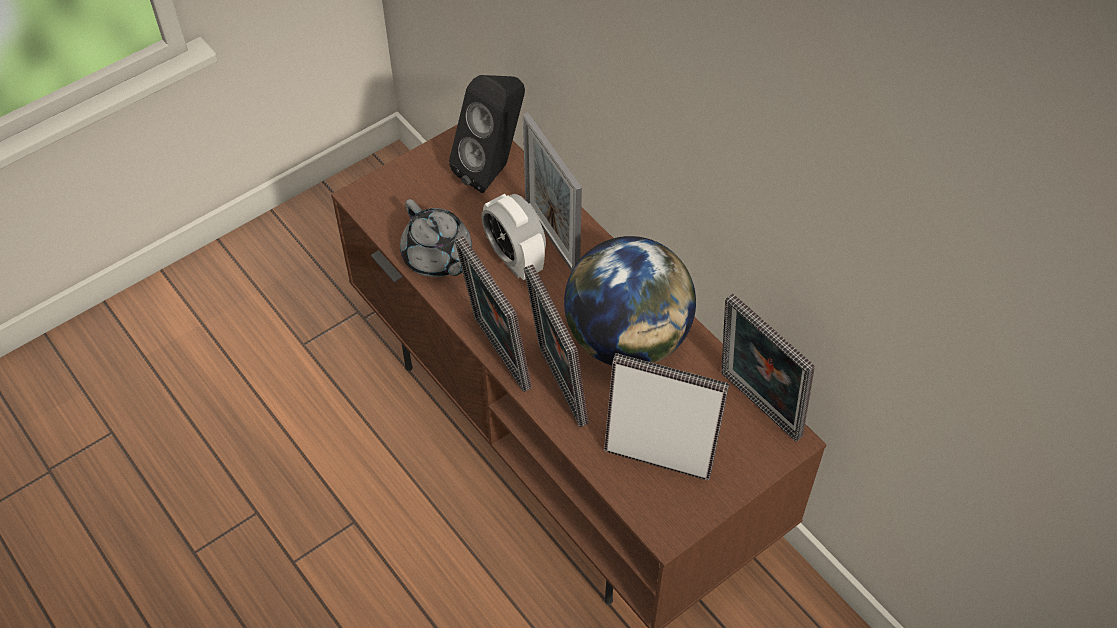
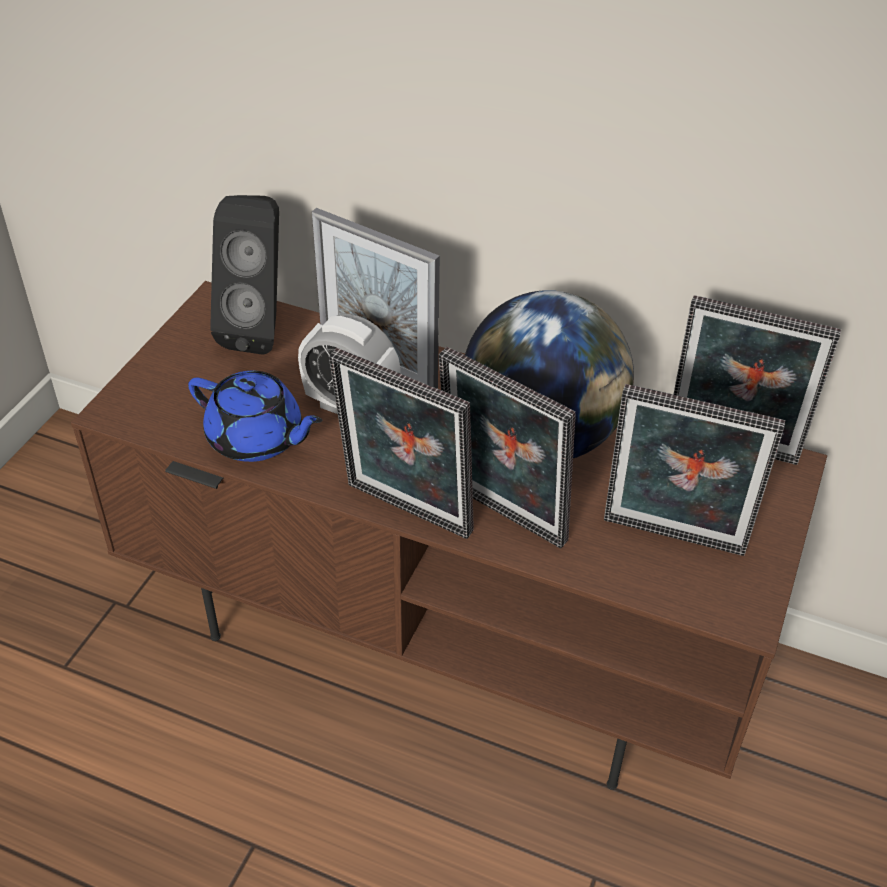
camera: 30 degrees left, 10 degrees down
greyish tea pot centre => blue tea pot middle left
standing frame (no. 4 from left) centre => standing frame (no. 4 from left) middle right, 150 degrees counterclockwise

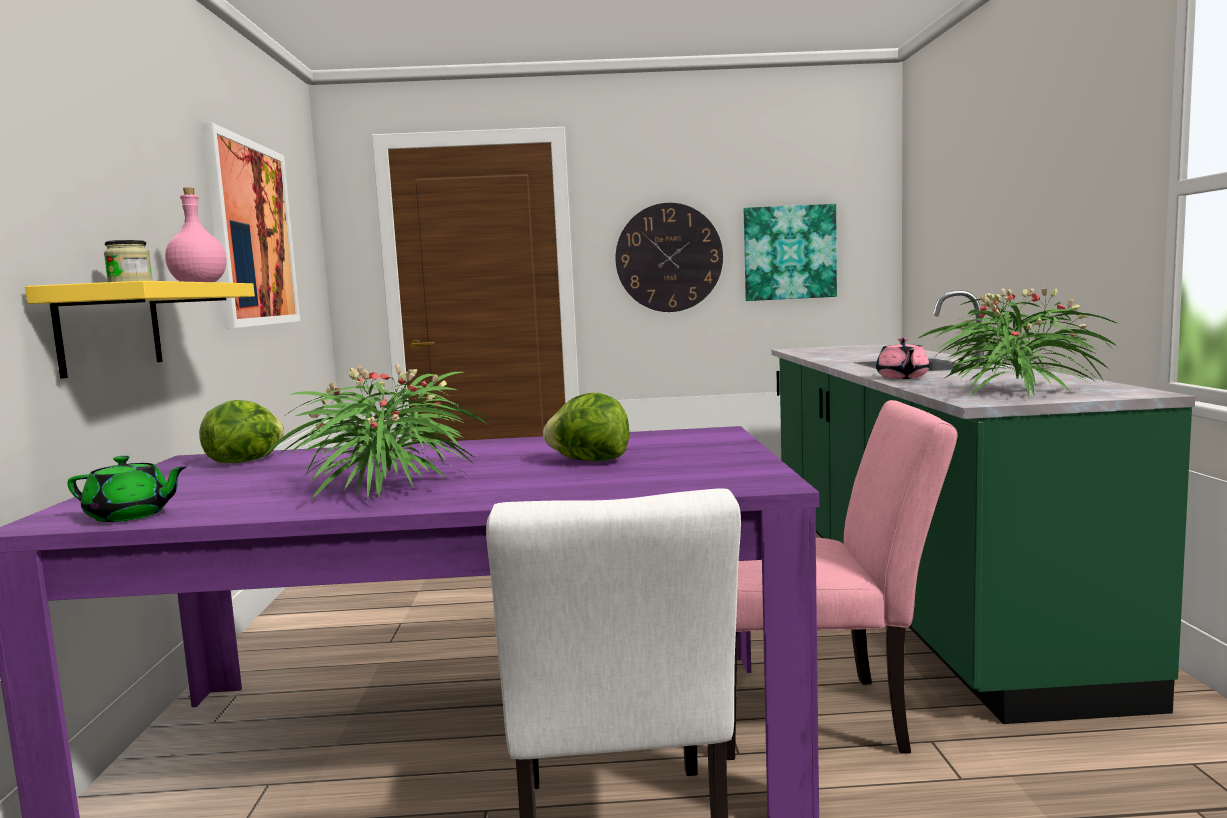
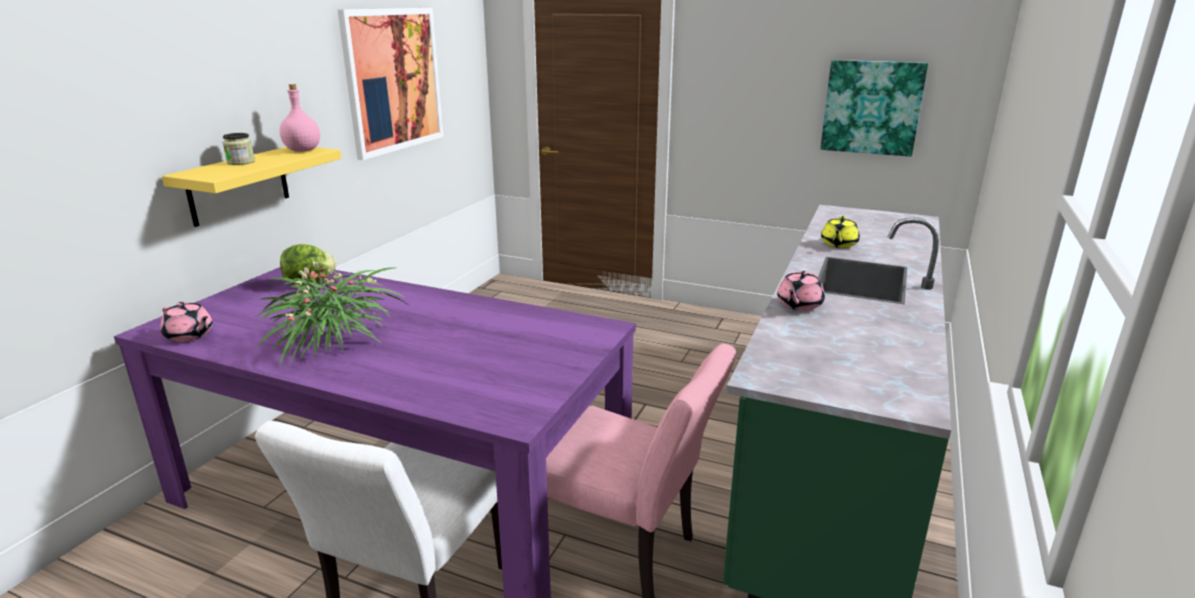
camera: 25 degrees right, 15 degrees up
hanging clock top centre => nothing
potted plant (no. 2 from left) middle right => nothing
lettuce head (no. 2 from left) centre => nothing
green tea pot middle left => pinkish tea pot (no. 1 from left) middle left
nothing => yellow tea pot middle right

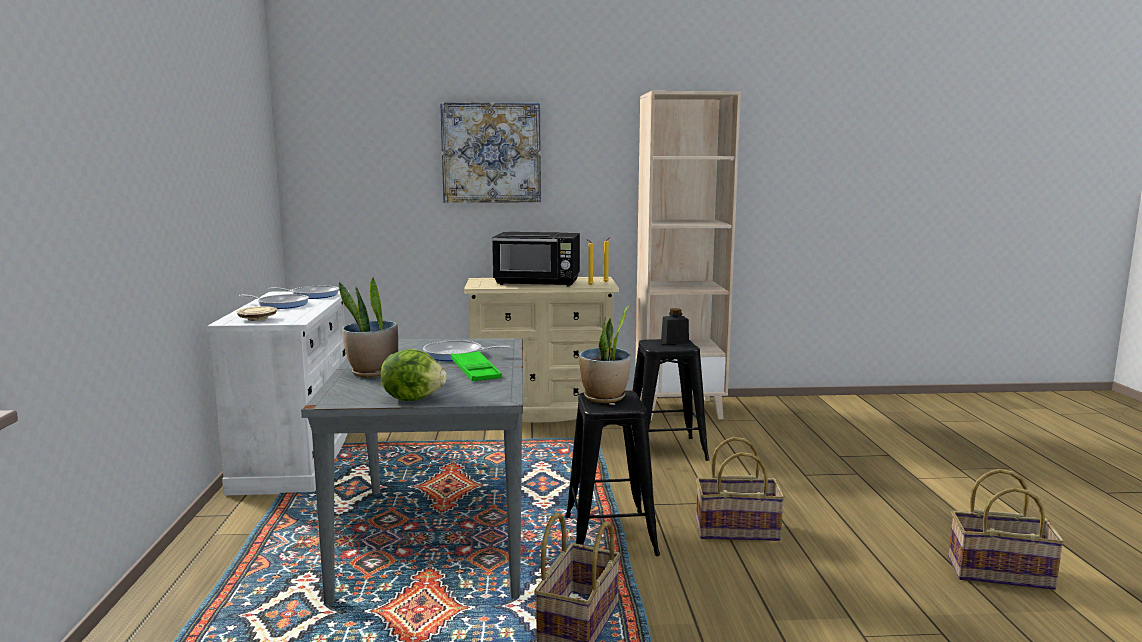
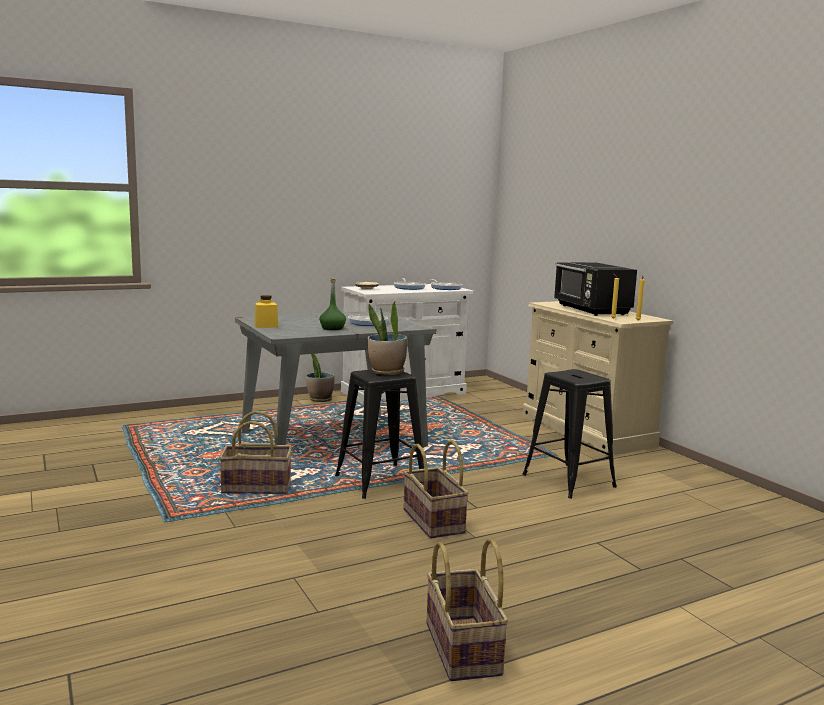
camera: 65 degrees right, 0 degrees up
beige bookcase centre => nothing
wall picture top centre => nothing
potted plant (no. 1 from left) middle left => potted plant (no. 1 from left) centre, shifted
blackish preserve jar centre => nothing
lettuce head centre => yellow preserve jar middle left
green tray centre => green beverage bottle centre

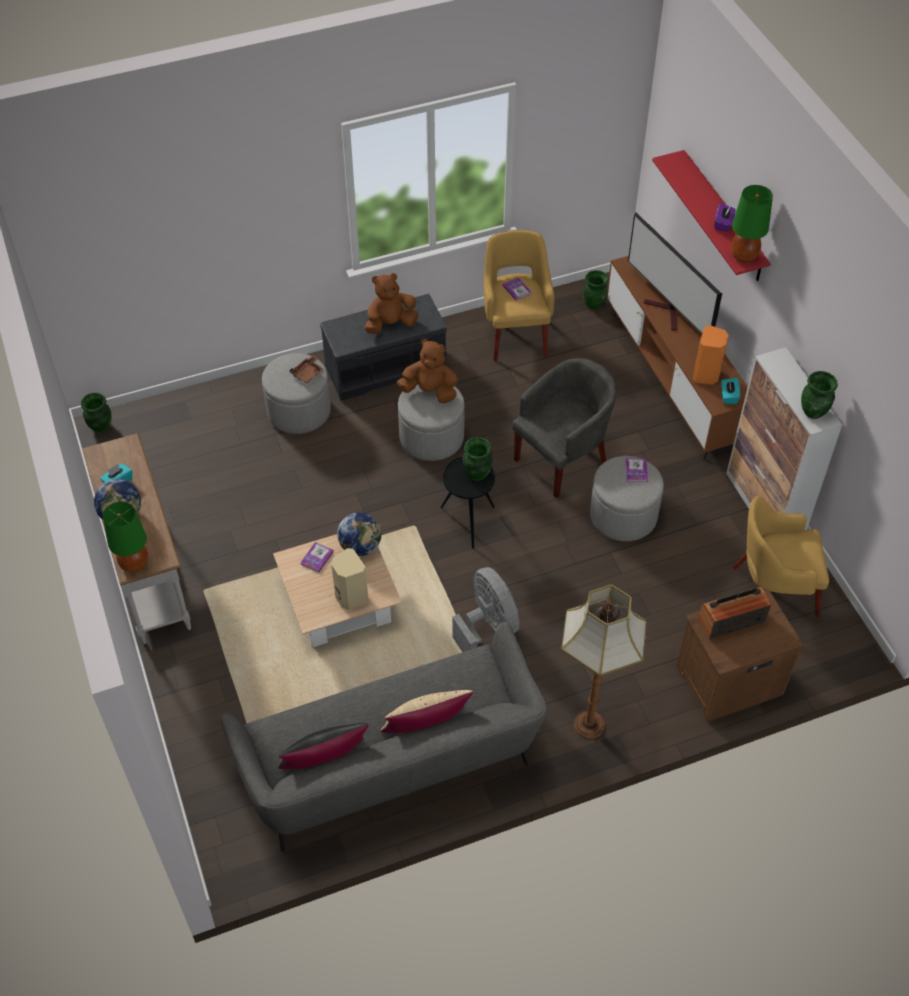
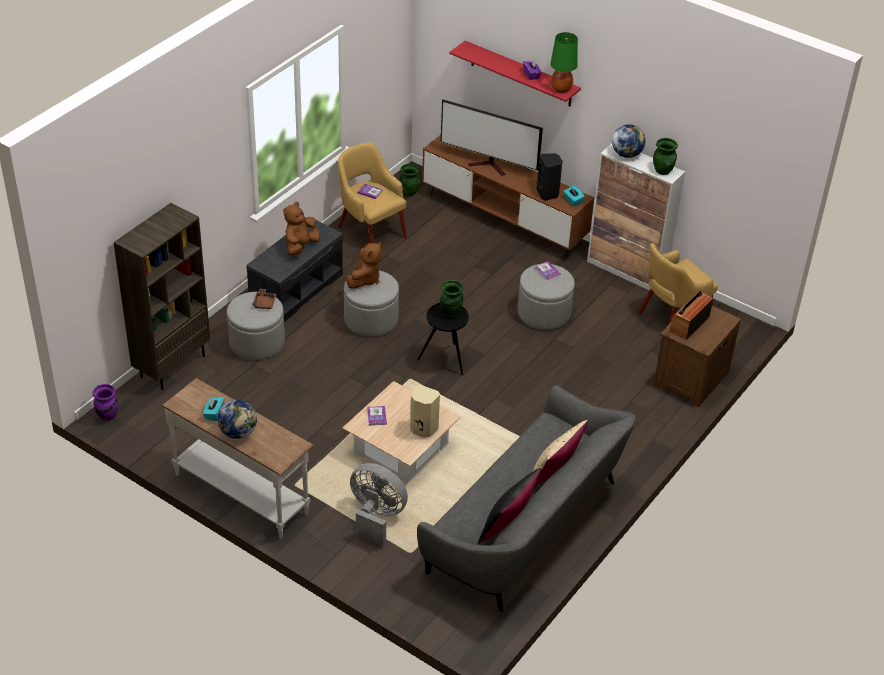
camera: 35 degrees left, 10 degrees down
orange loudspeaker middle right => blackish loudspeaker top centre
brown plush toy (no. 2 from left) centre, 135 degrees clockwise
greyish lounge chair centre => nothing
green decorative vase (no. 1 from left) middle left => purplish decorative vase middle left
green table lamp (no. 1 from left) middle left => nothing
globe (no. 2 from left) centre => globe (no. 2 from left) top right, shifted
greyish electric fan centre => greyish electric fan bottom centre, shifted
floor lamp centre => nothing
nothing => brown bookcase middle left

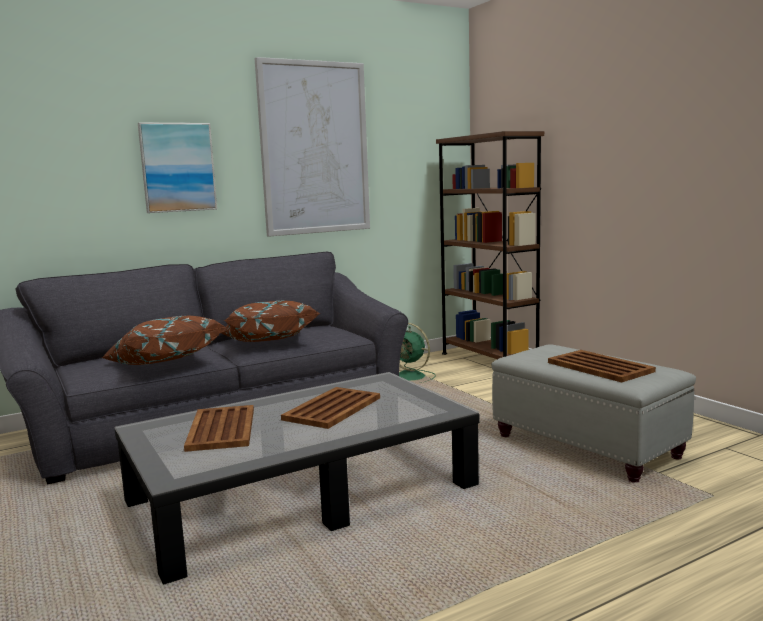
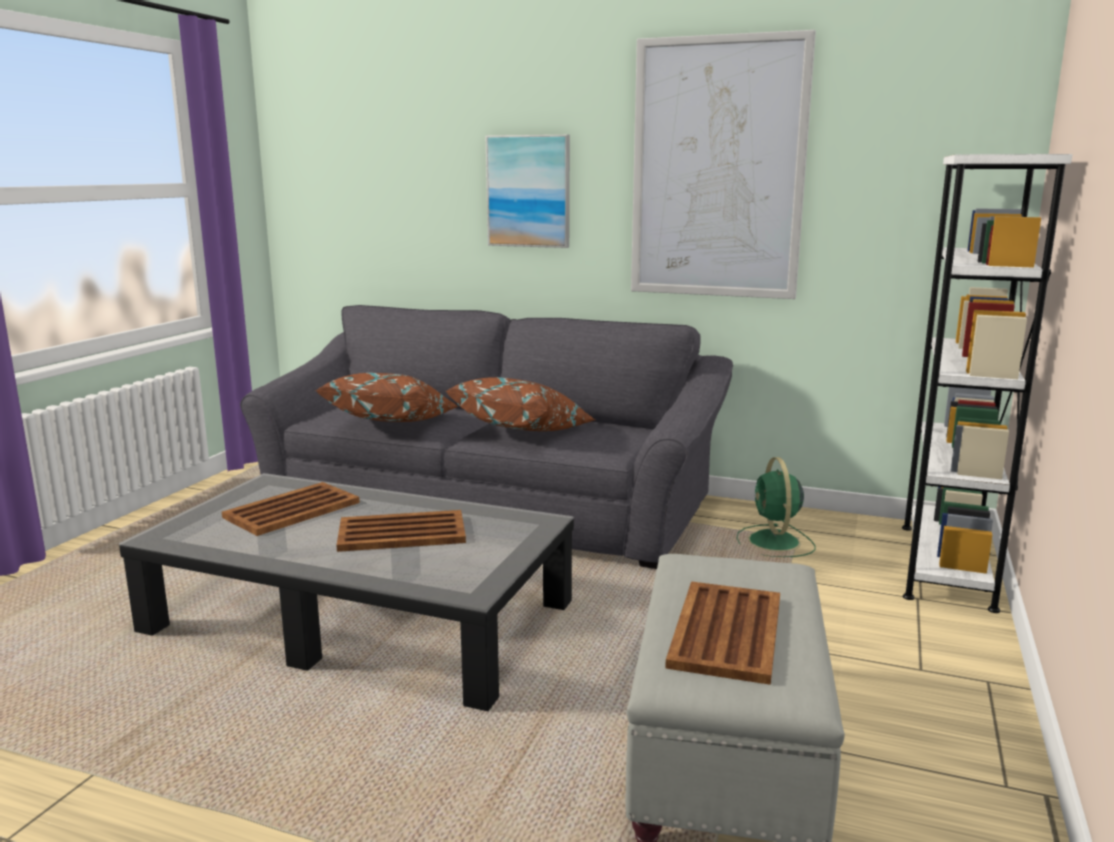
camera: 50 degrees right, 5 degrees up
brown bookcase centre => white bookcase middle right

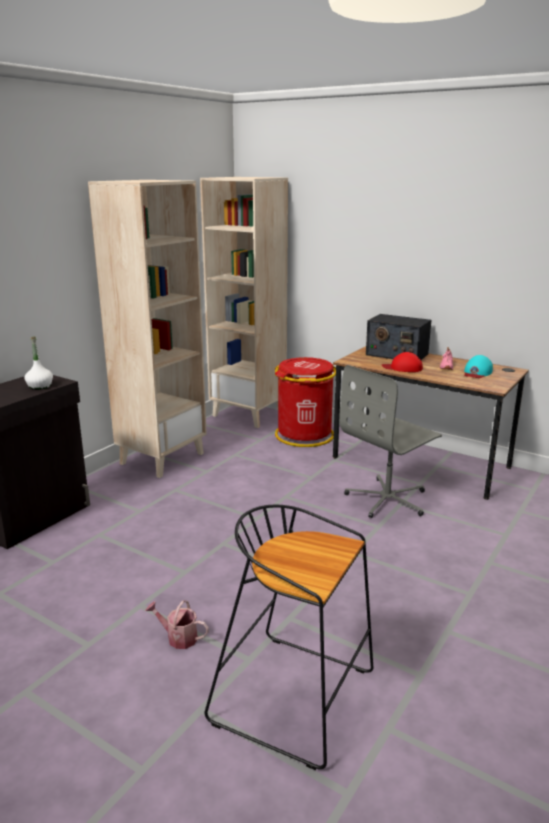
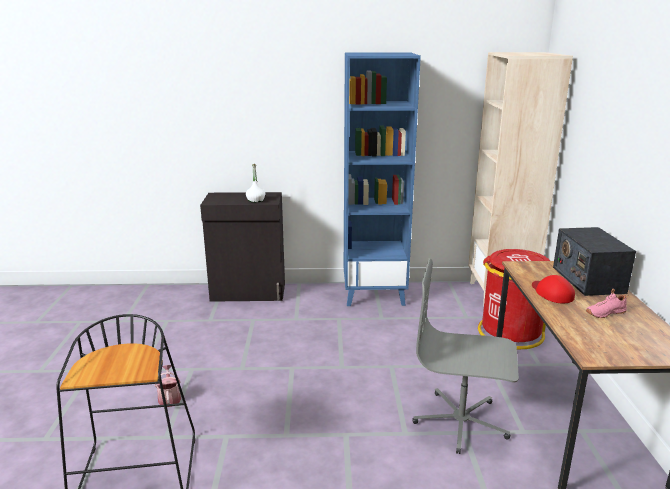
camera: 55 degrees right, 0 degrees up
beige bookcase (no. 1 from left) middle left => blue bookcase centre
turquoise-coloured baseball cap middle right => nothing

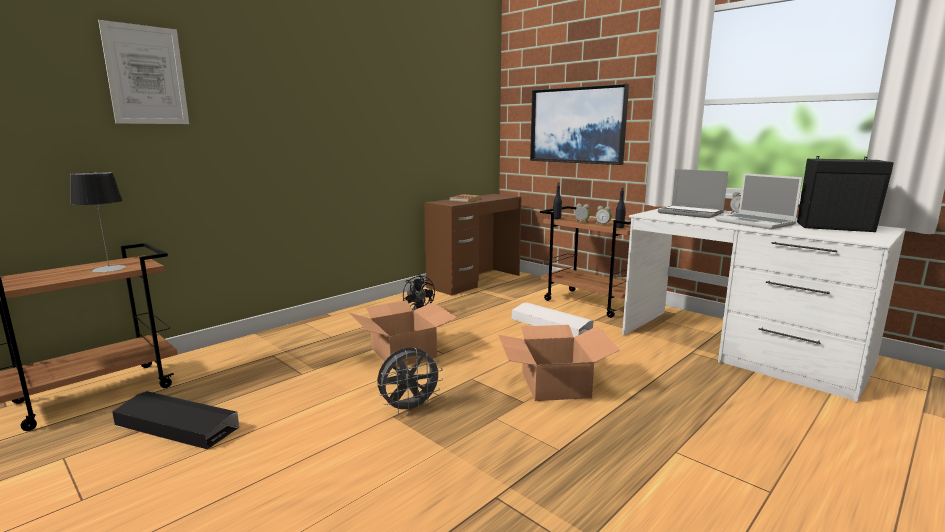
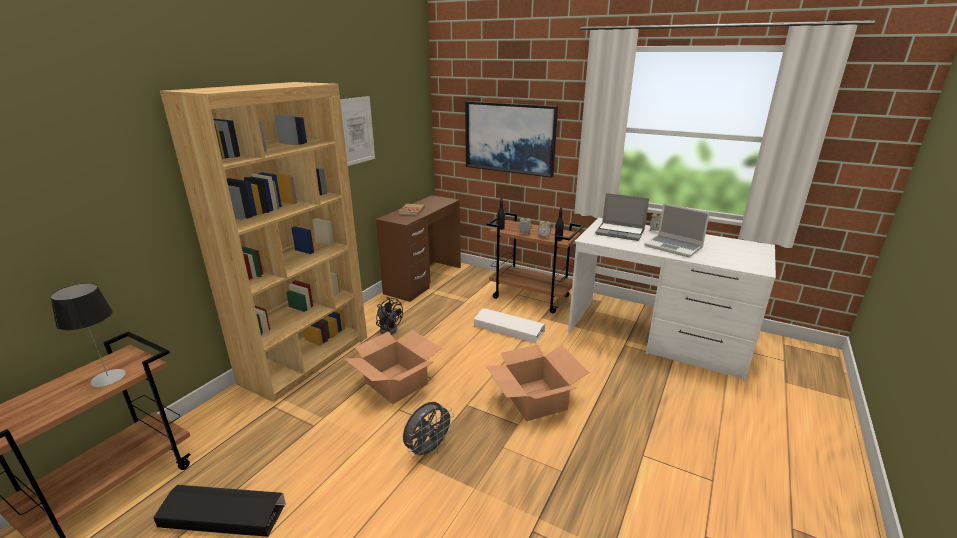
camera: 15 degrees left, 10 degrees up
wall picture (no. 1 from left) top left => wall picture (no. 1 from left) top centre, shifted
blackish loudspeaker middle right => nothing
nothing => brown bookcase middle left

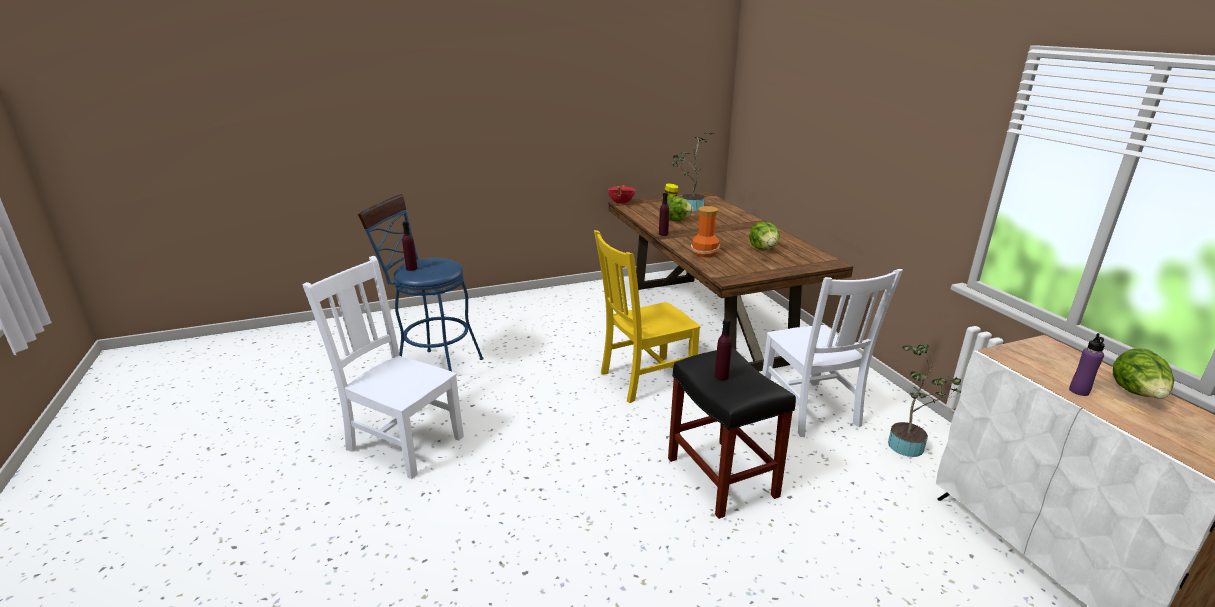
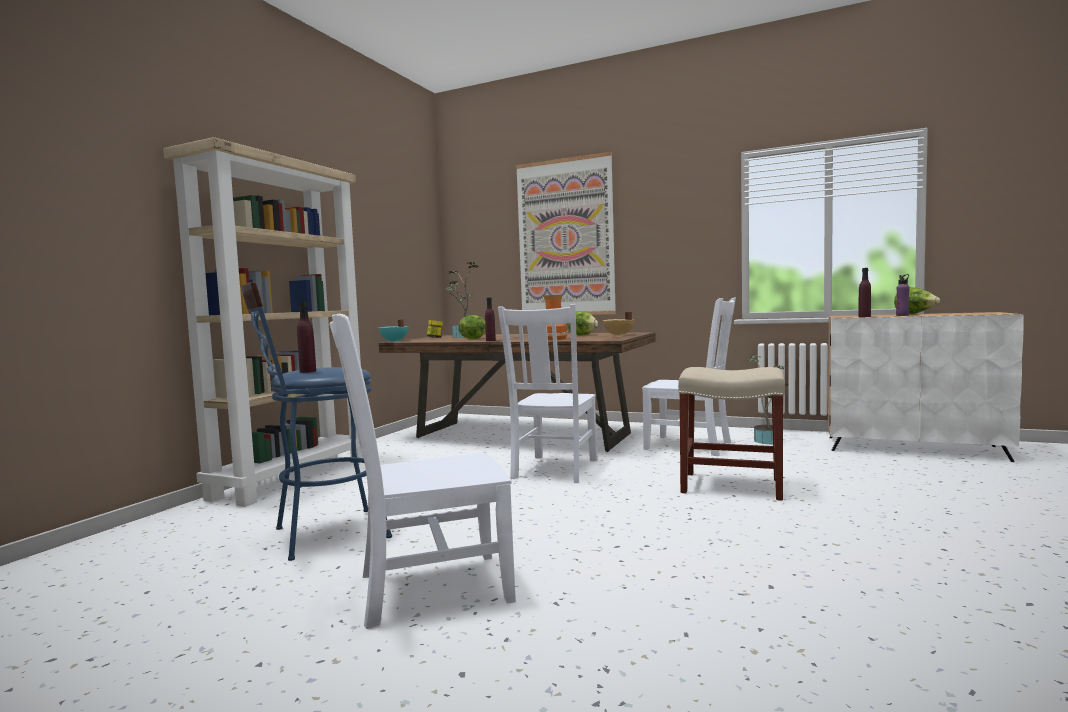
camera: 45 degrees left, 20 degrees down
red-coloured saucepot top centre => turquoise-coloured saucepot centre
yellow upright chair centre => white upright chair (no. 2 from left) centre
purplish beverage bottle (no. 3 from left) centre => purplish beverage bottle (no. 3 from left) middle right, shifted
blackish sitting stool bottom centre => beige sitting stool middle right
nothing => beige bookcase middle left
nothing => wall picture top centre
nothing => beige saucepot centre

